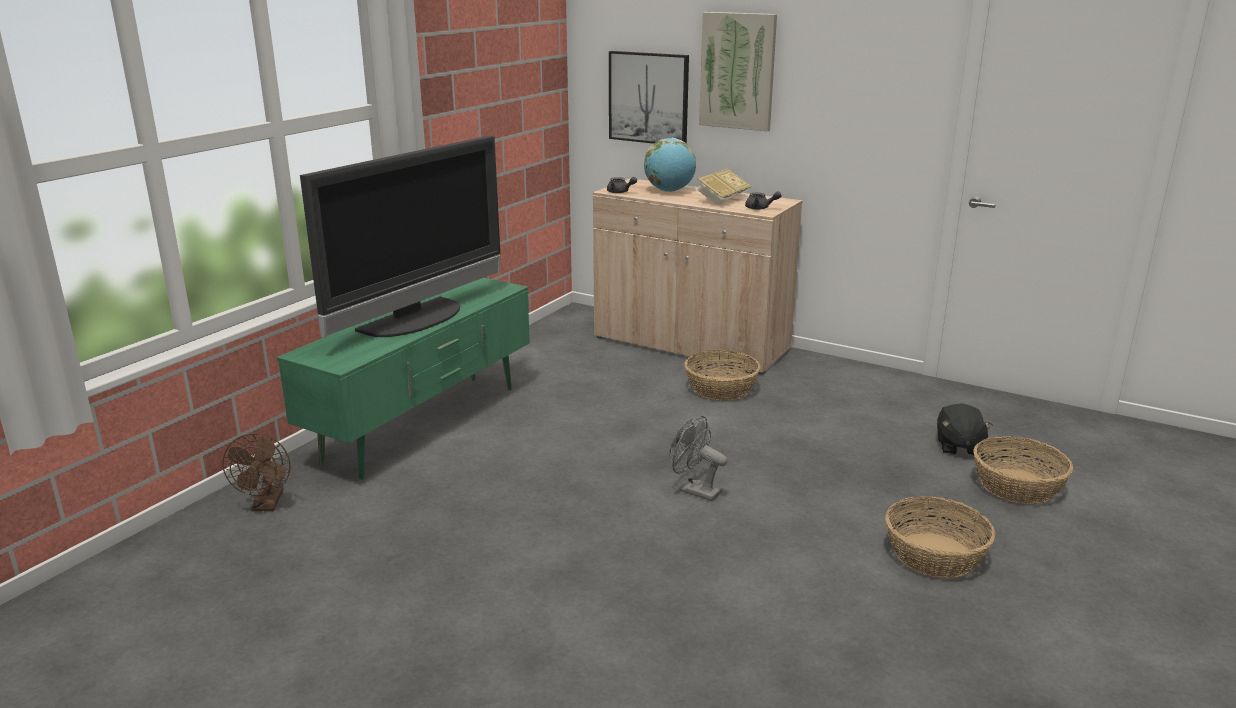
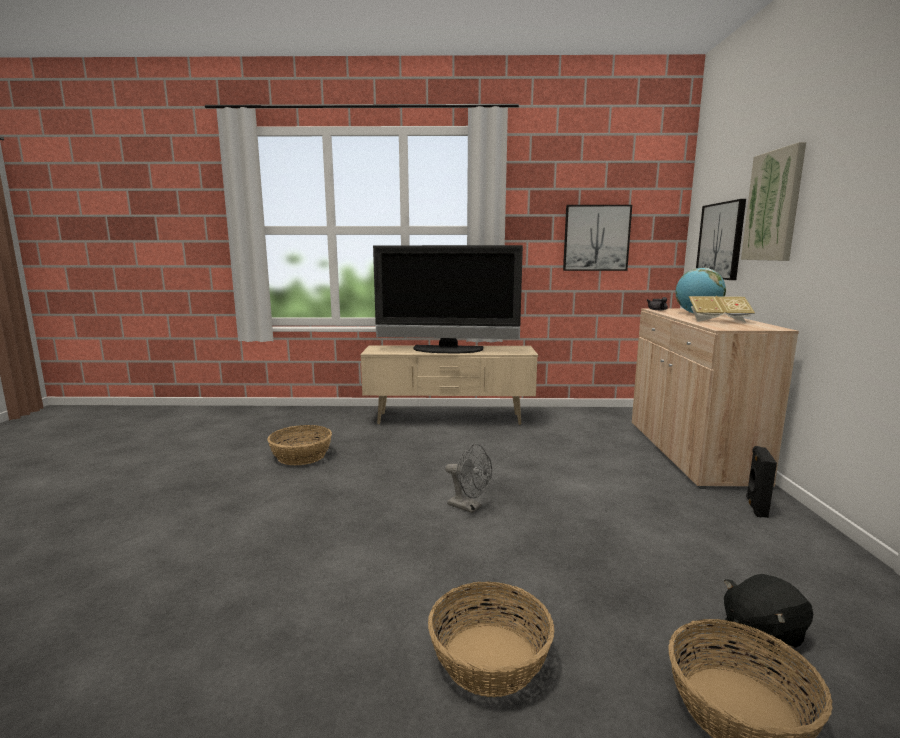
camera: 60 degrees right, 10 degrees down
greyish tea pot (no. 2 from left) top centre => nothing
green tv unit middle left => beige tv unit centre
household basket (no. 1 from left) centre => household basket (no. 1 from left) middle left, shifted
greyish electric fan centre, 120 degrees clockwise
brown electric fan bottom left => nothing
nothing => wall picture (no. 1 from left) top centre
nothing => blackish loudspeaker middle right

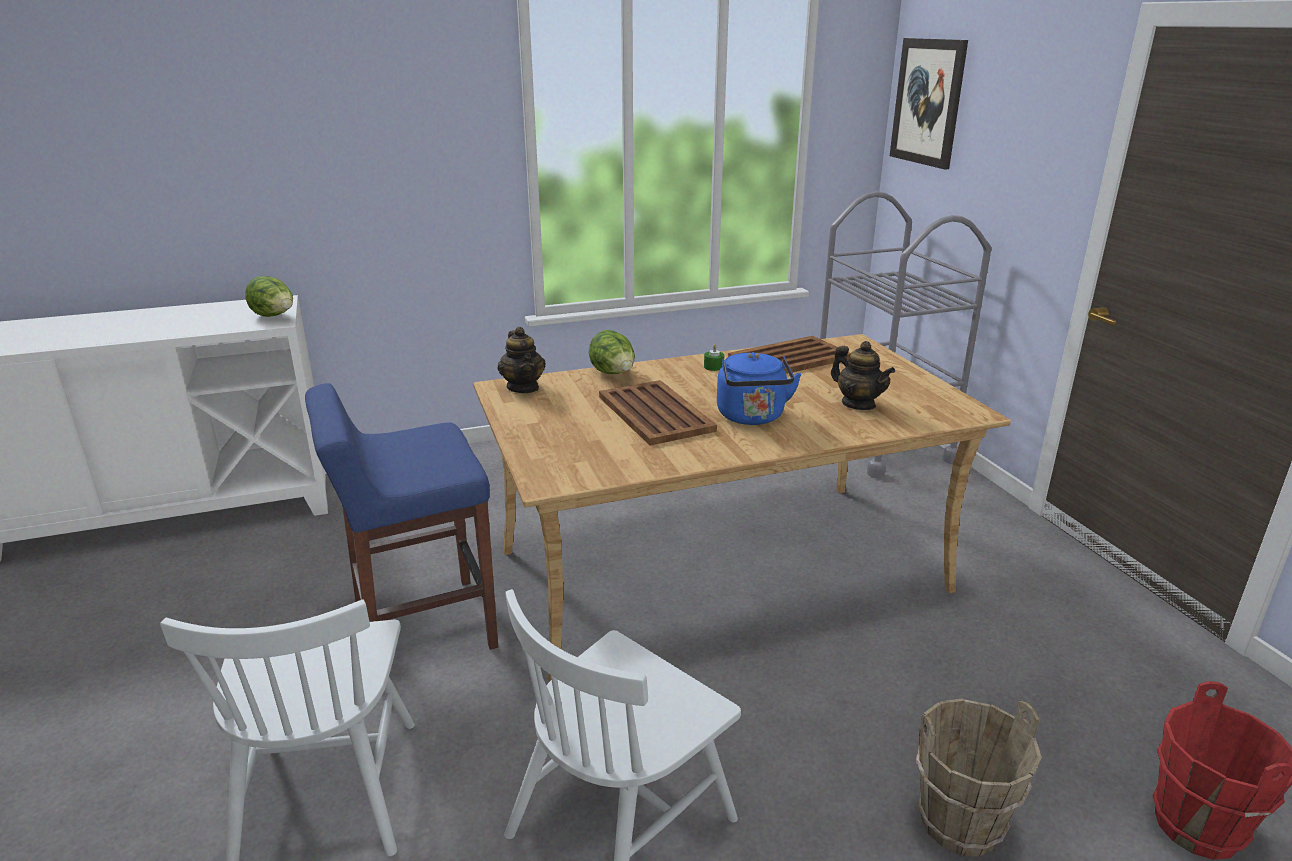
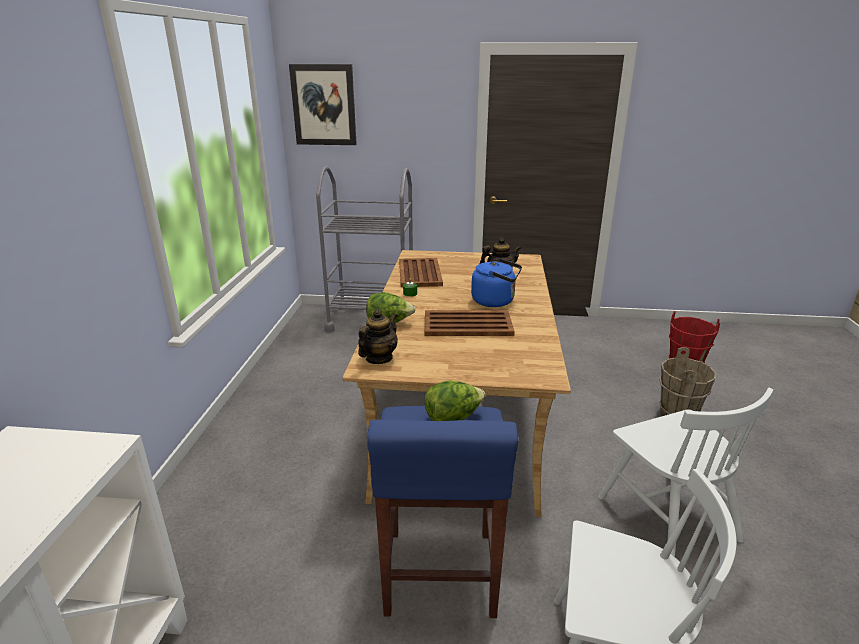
camera: 65 degrees left, 0 degrees up
lettuce head (no. 1 from left in the first image) middle left => lettuce head (no. 2 from left) centre, shifted
tea pot (no. 1 from left) centre, 60 degrees counterclockwise

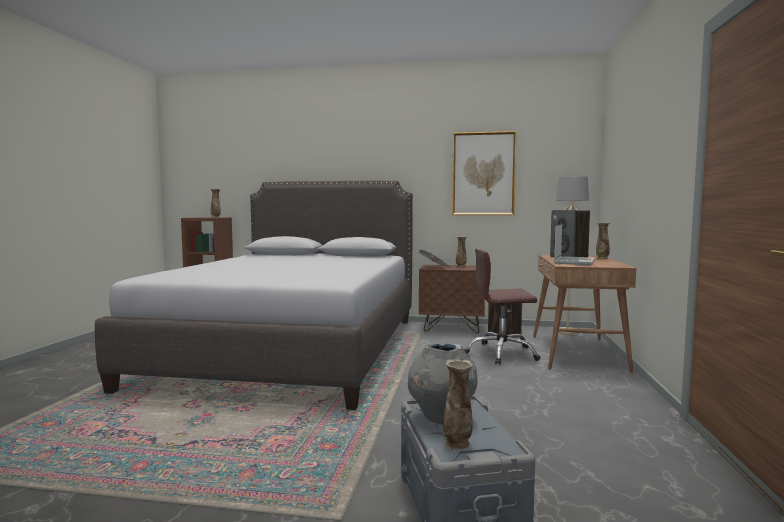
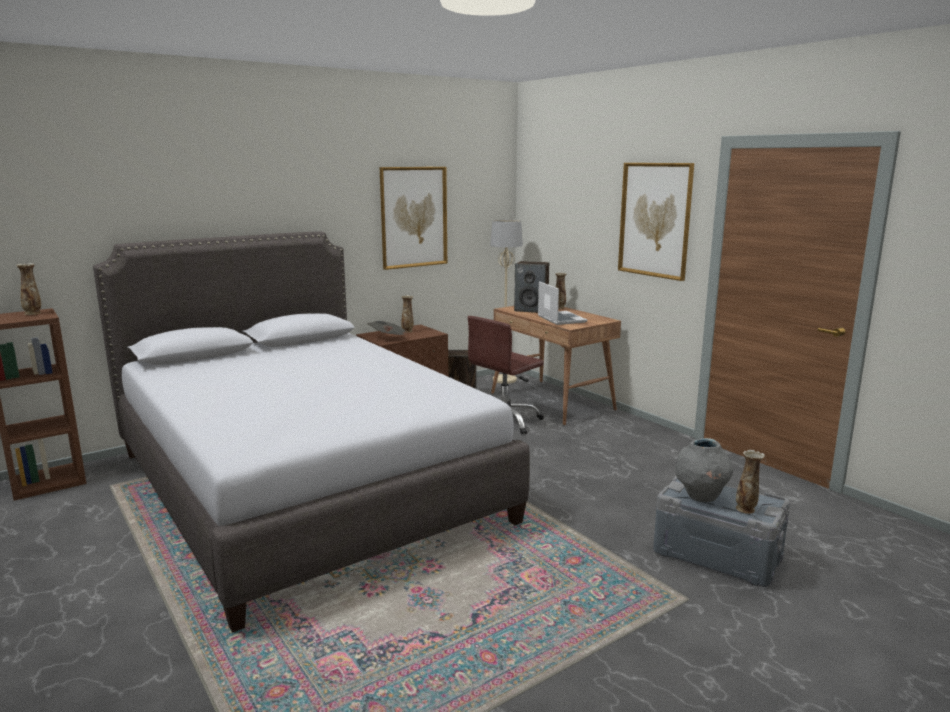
camera: 45 degrees left, 10 degrees up
nothing => wall picture (no. 2 from left) top right

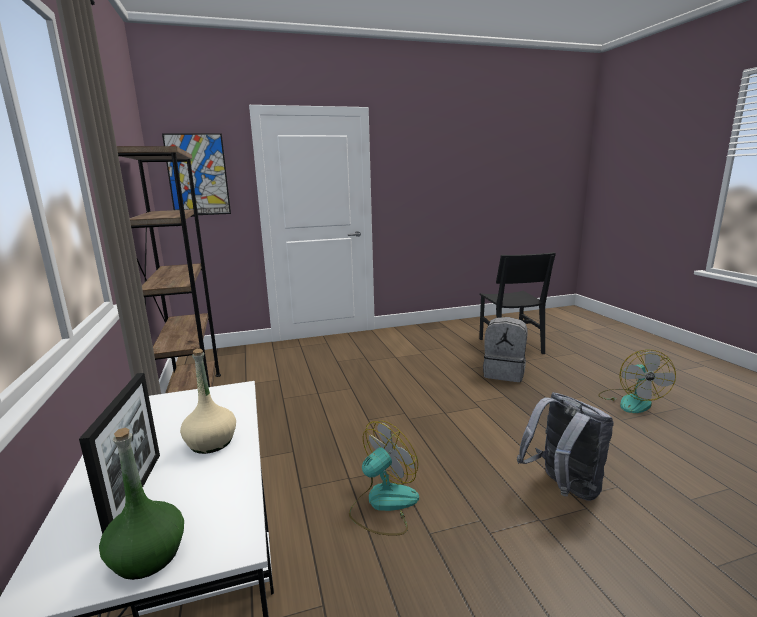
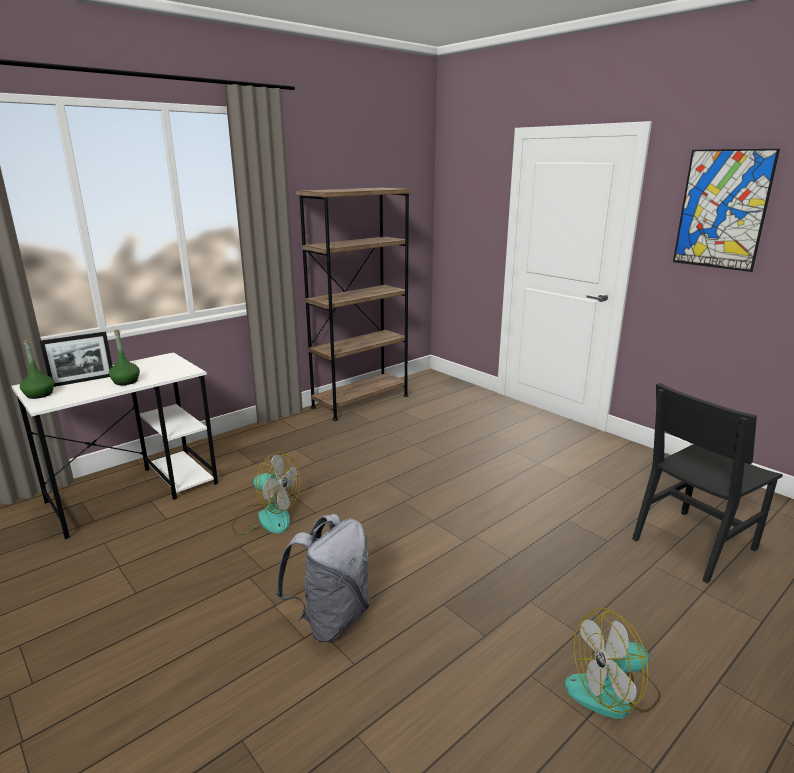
camera: 65 degrees right, 5 degrees up
wall picture top left => wall picture top right, shifted
greyish knapsack (no. 1 from left) middle right => nothing
beige beverage bottle middle left => green beverage bottle (no. 2 from left) middle left

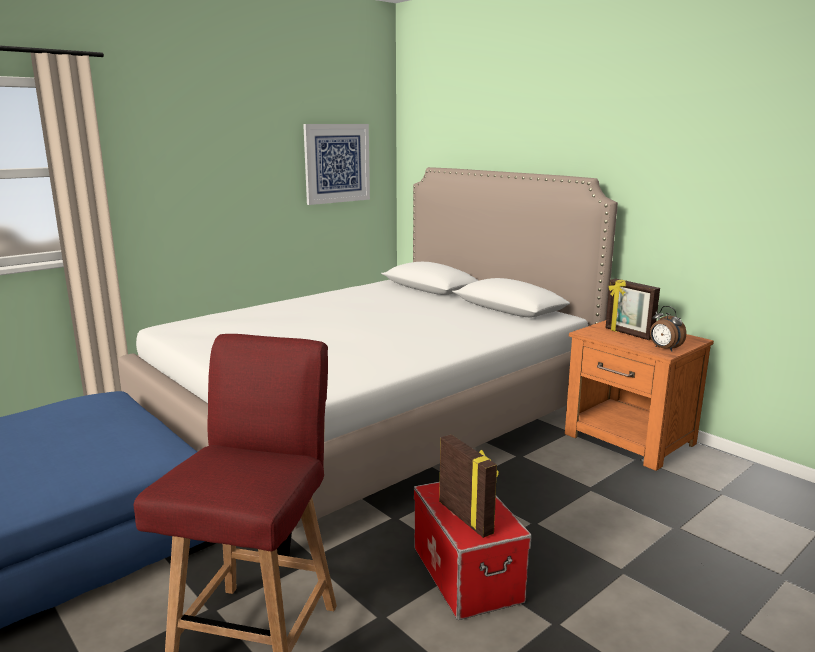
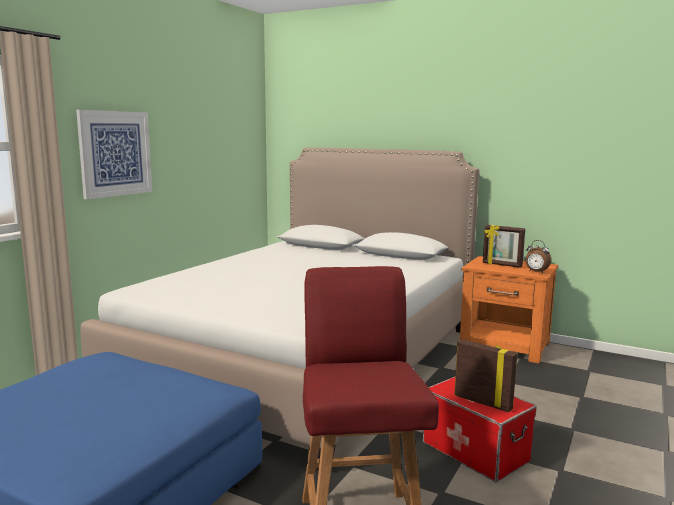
camera: 20 degrees left, 5 degrees down
wall picture top centre => wall picture top left, shifted

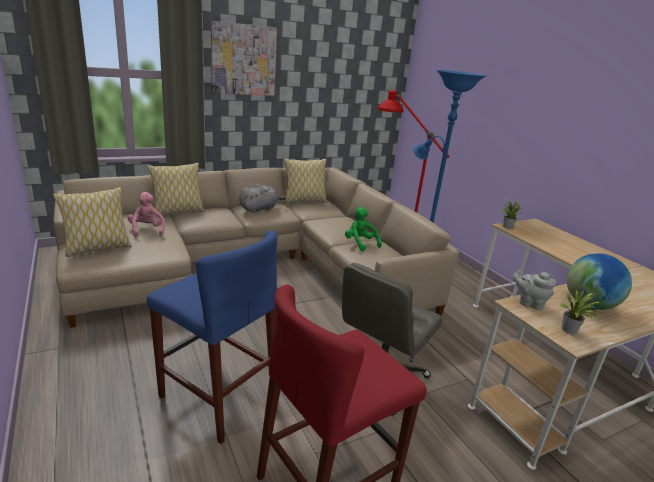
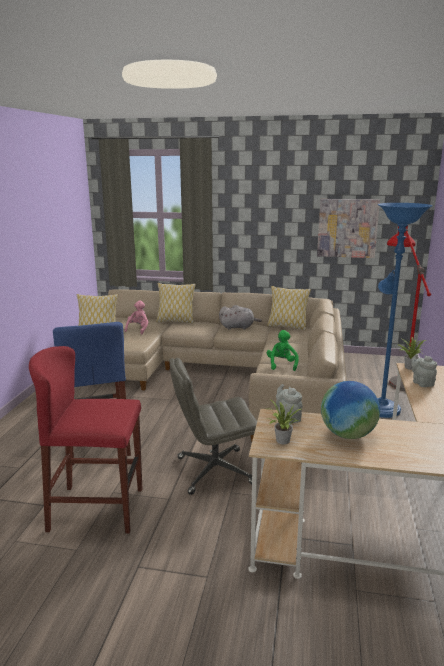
camera: 40 degrees right, 5 degrees down
wall picture top centre => wall picture middle right, shifted
nothing => greyish tea pot (no. 2 from left) middle right

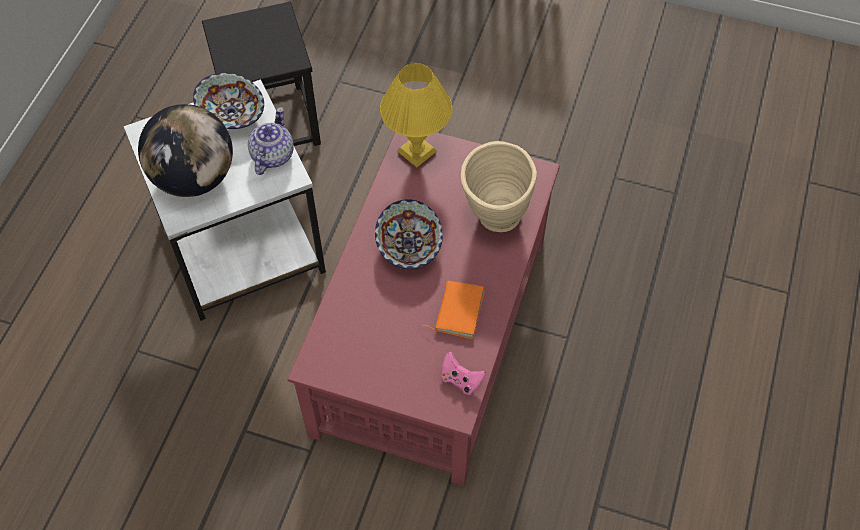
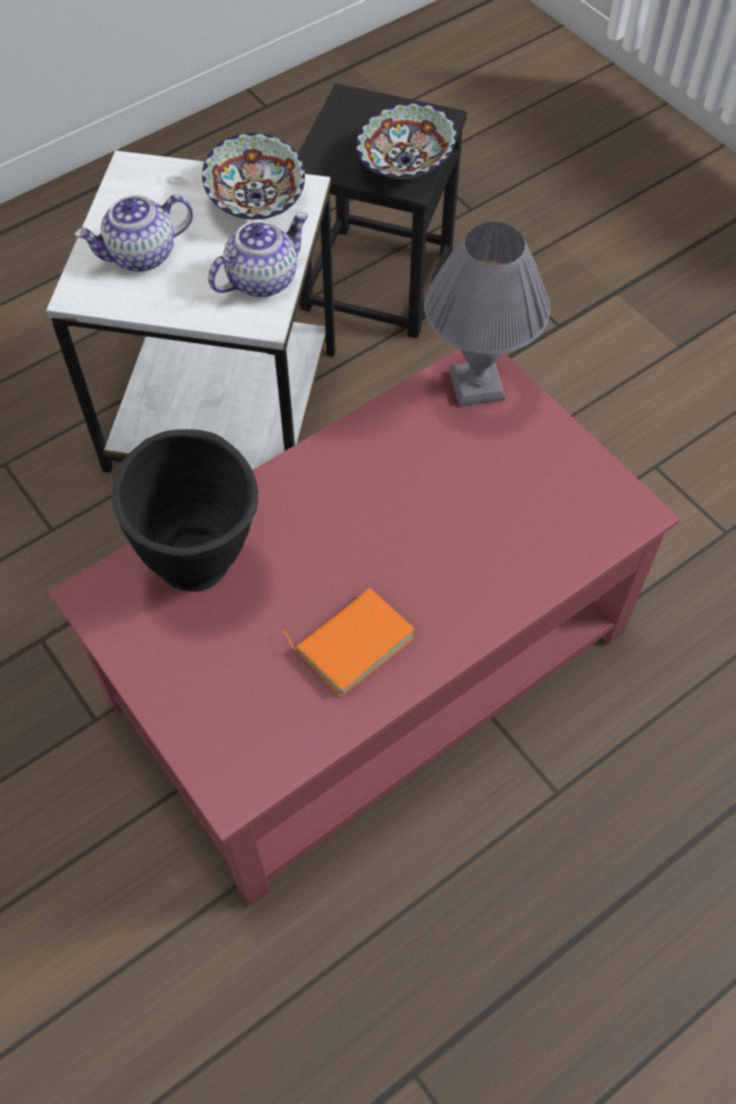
camera: 35 degrees right, 0 degrees up
yellow table lamp top centre => greyish table lamp top centre
globe top left => tea pot (no. 1 from left) top left
beige decorative vase centre => nothing
bowl (no. 2 from left) centre => bowl (no. 2 from left) top centre, shifted
pinkish game controller bottom centre => nothing
nothing => blackish decorative vase middle left

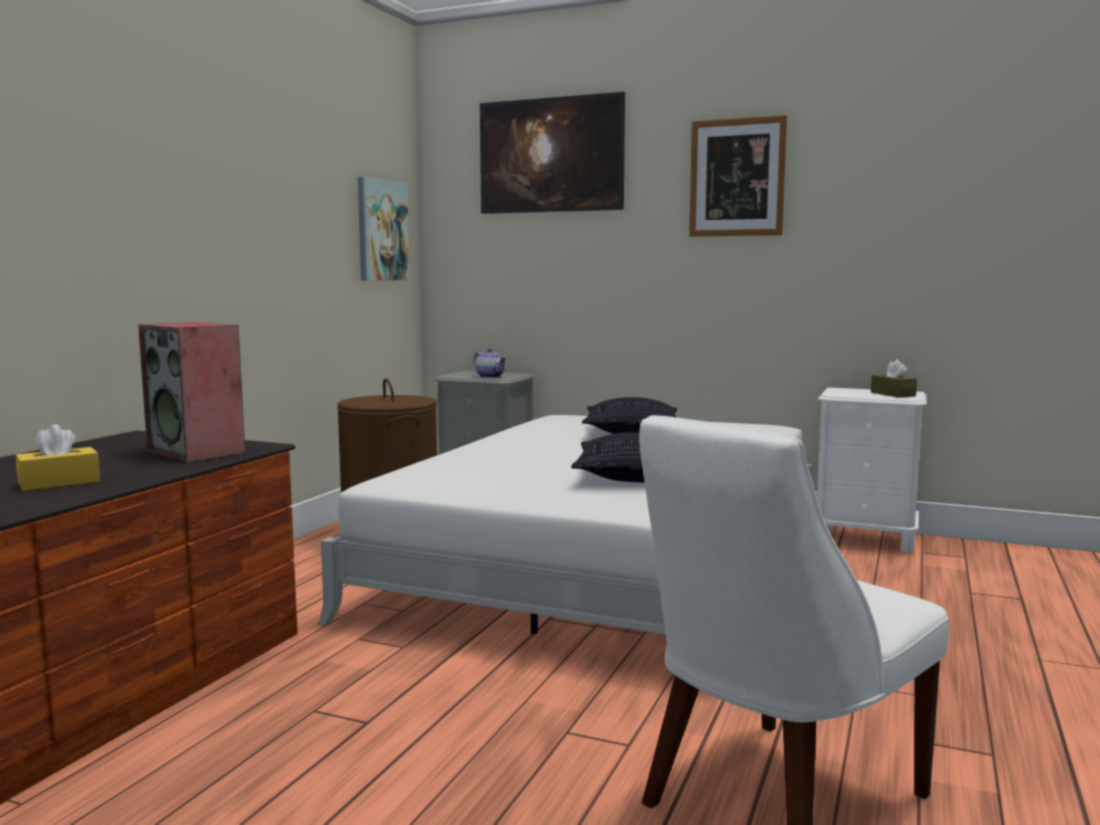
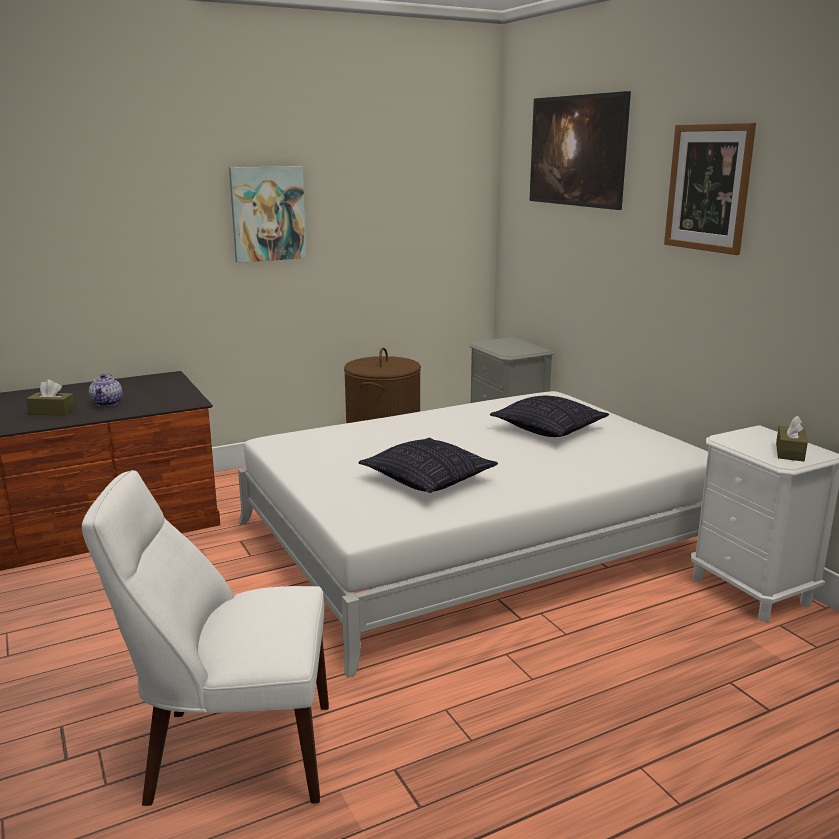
camera: 40 degrees right, 10 degrees up
wall picture (no. 1 from left) top centre => wall picture (no. 1 from left) top left, shifted
loudspeaker middle left => nothing
tea pot centre => tea pot middle left, shifted
yellow box of tissues middle left => brown box of tissues (no. 1 from left) middle left

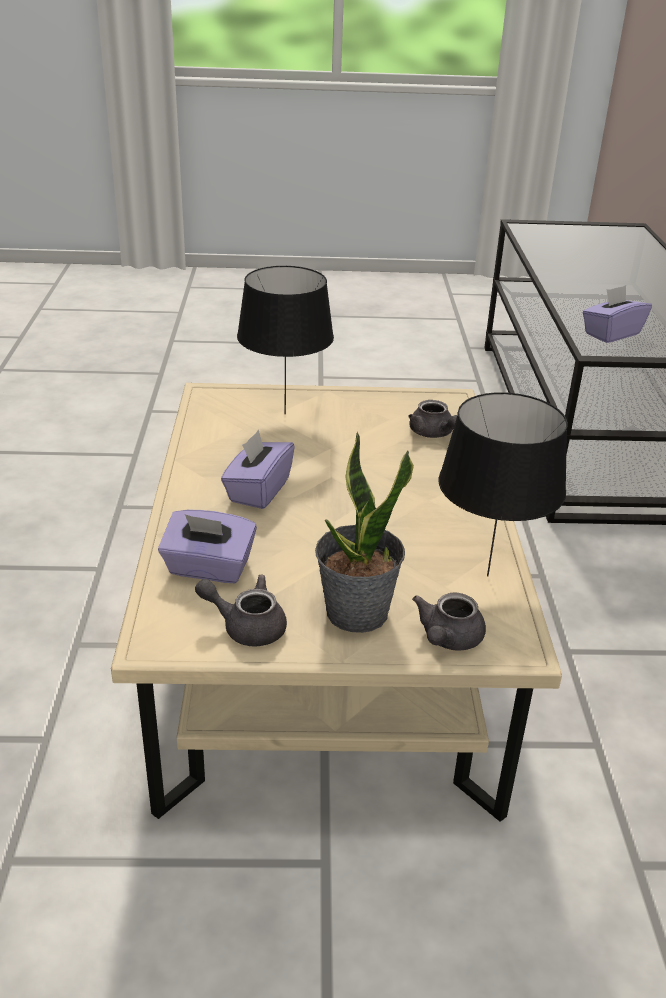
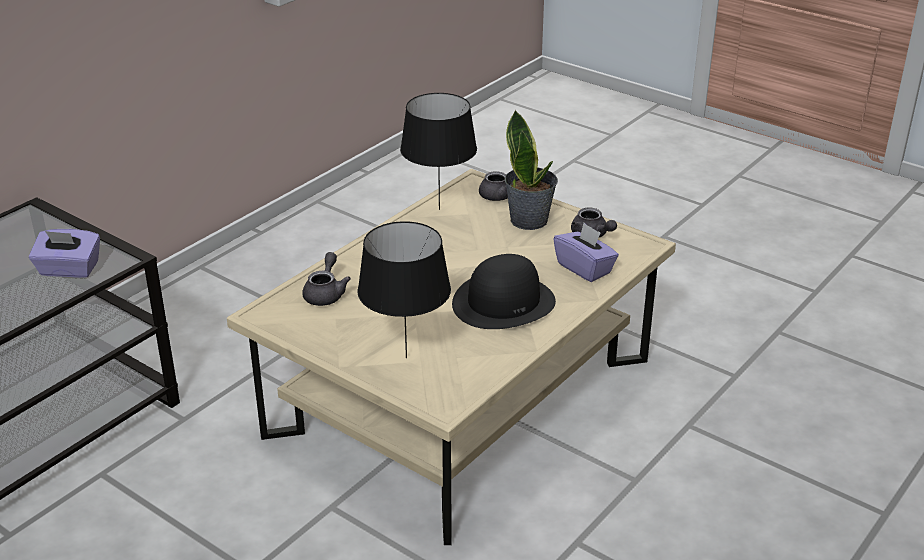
camera: 140 degrees left, 0 degrees up
purplish box of tissues (no. 2 from left) centre => blackish hat centre

